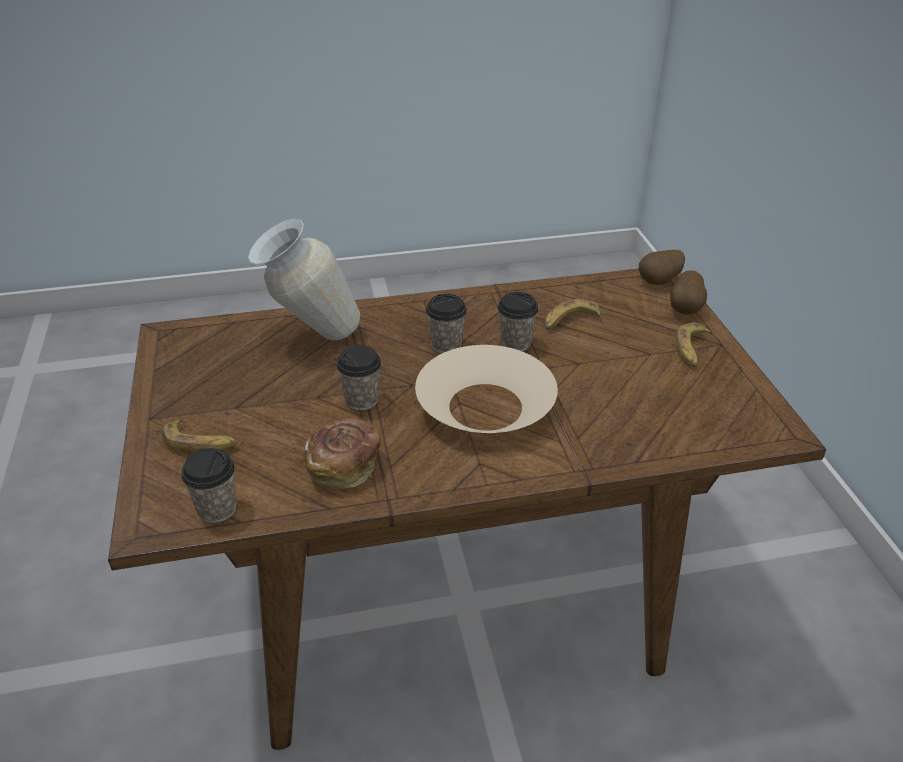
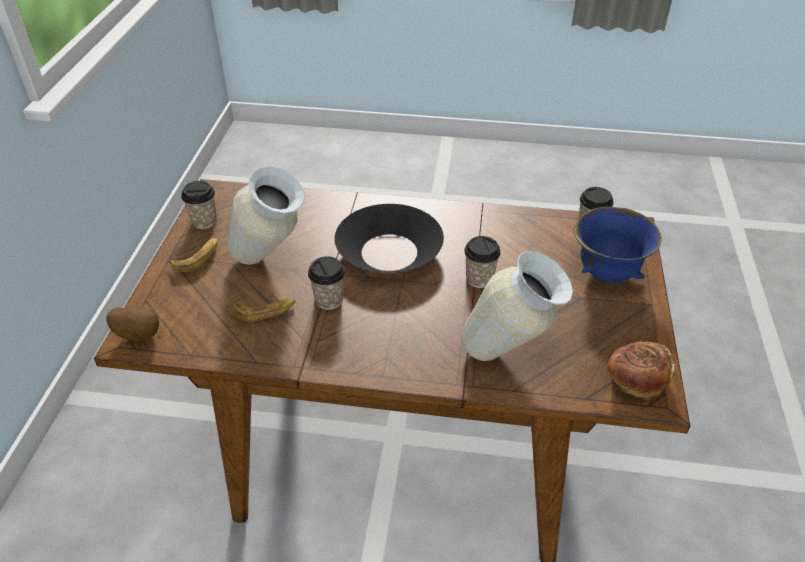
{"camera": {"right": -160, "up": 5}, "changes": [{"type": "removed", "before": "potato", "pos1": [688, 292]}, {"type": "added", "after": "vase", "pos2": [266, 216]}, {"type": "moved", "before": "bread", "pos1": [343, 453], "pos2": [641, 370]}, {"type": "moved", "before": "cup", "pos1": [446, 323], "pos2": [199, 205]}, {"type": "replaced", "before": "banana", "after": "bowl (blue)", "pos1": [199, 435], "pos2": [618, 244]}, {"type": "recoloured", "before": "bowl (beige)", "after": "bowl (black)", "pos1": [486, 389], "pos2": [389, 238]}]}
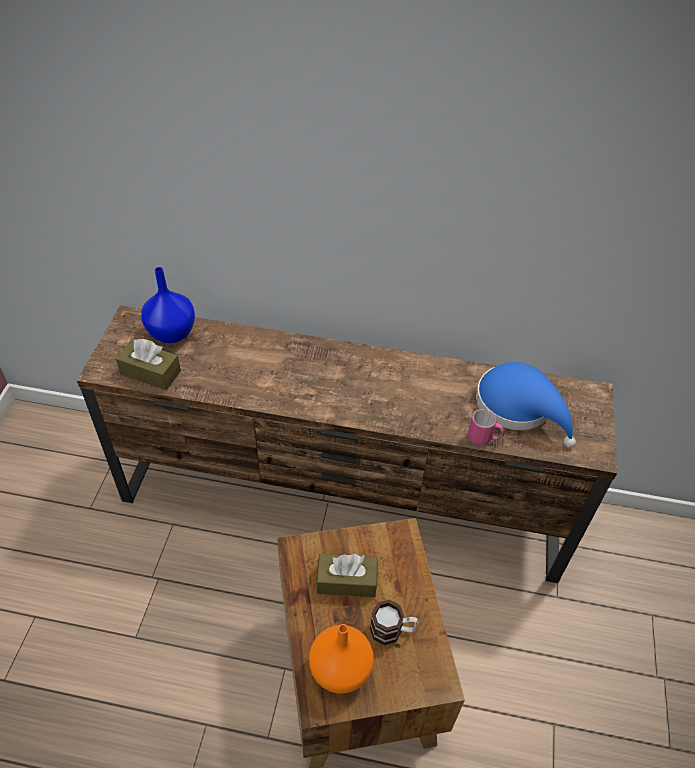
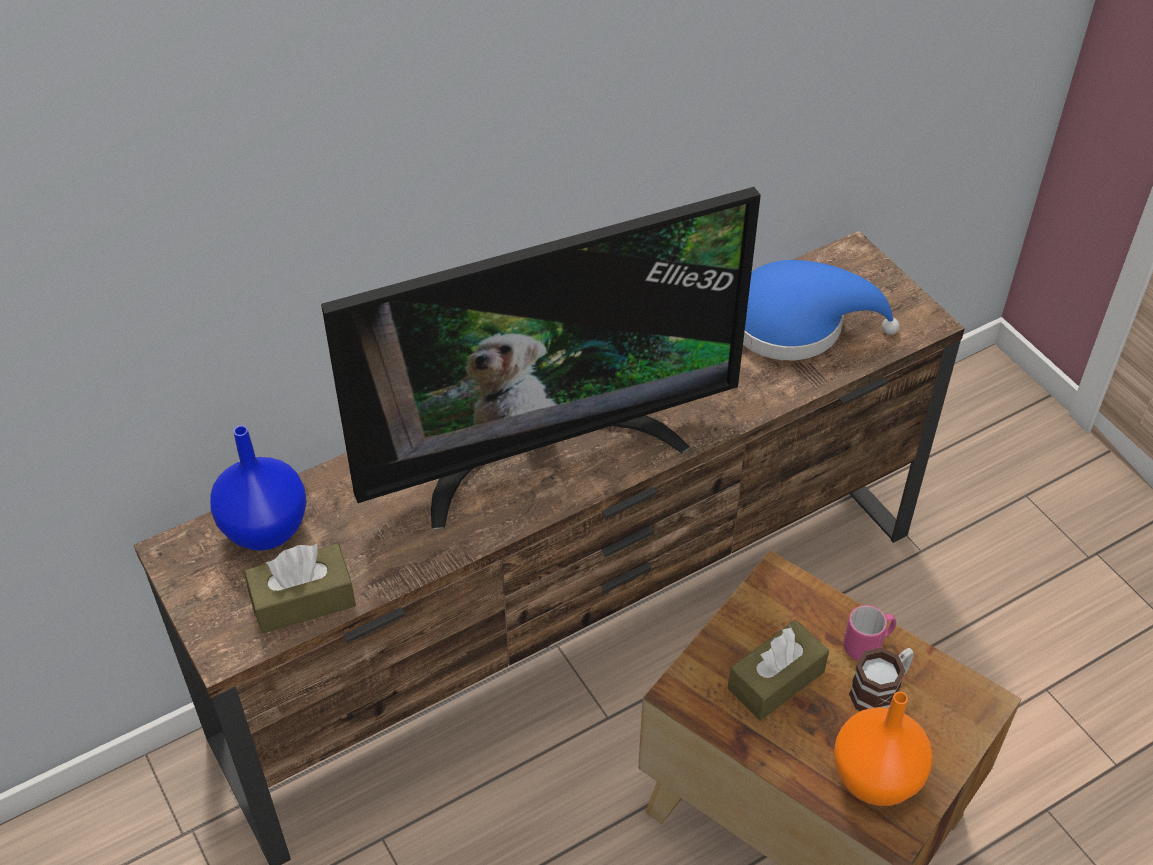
{"camera": {"right": -40, "up": 0}, "changes": [{"type": "added", "after": "television", "pos2": [541, 358]}, {"type": "moved", "before": "mug (pink)", "pos1": [486, 427], "pos2": [869, 633]}]}
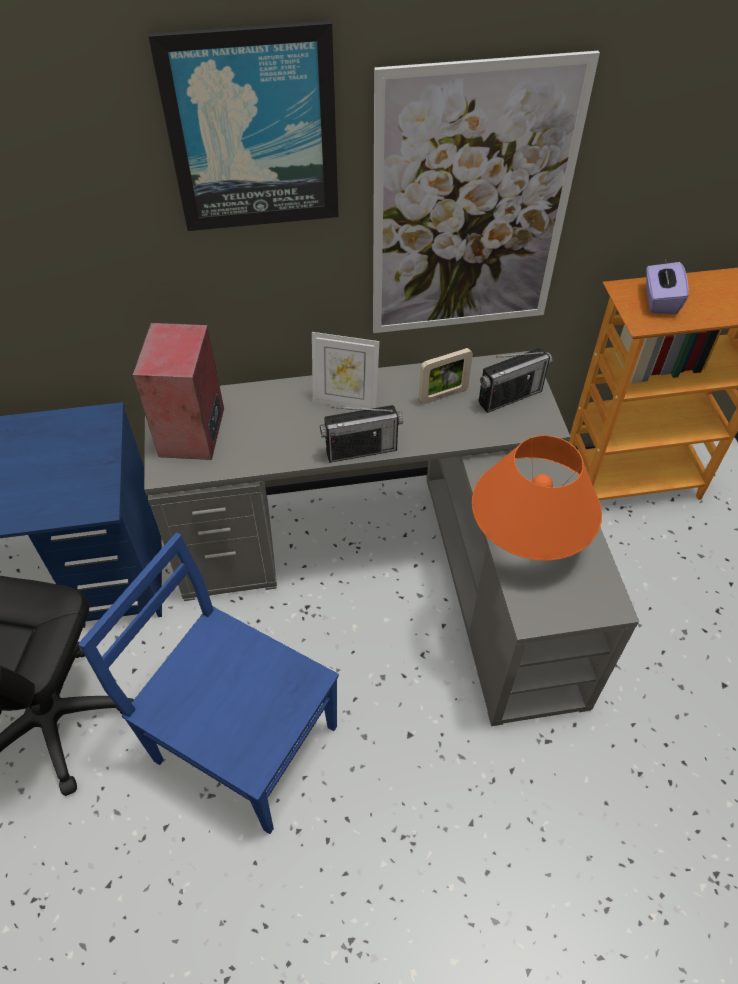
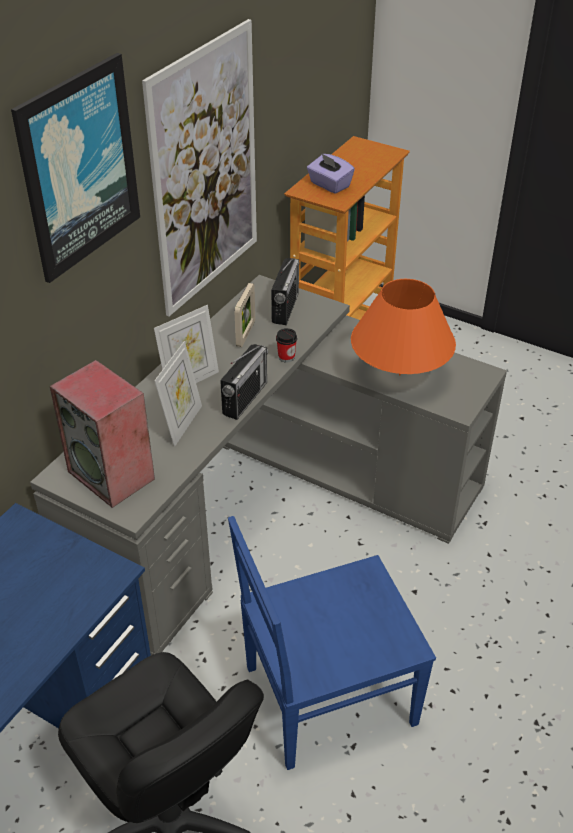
{"camera": {"right": -50, "up": -10}, "changes": [{"type": "added", "after": "picture frame", "pos2": [178, 394]}, {"type": "added", "after": "cup", "pos2": [286, 345]}]}
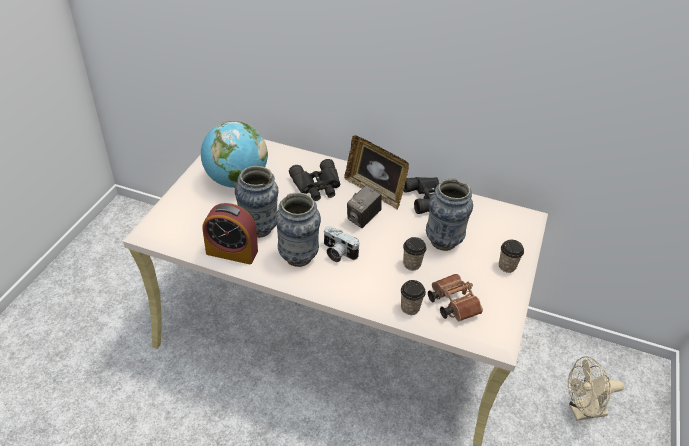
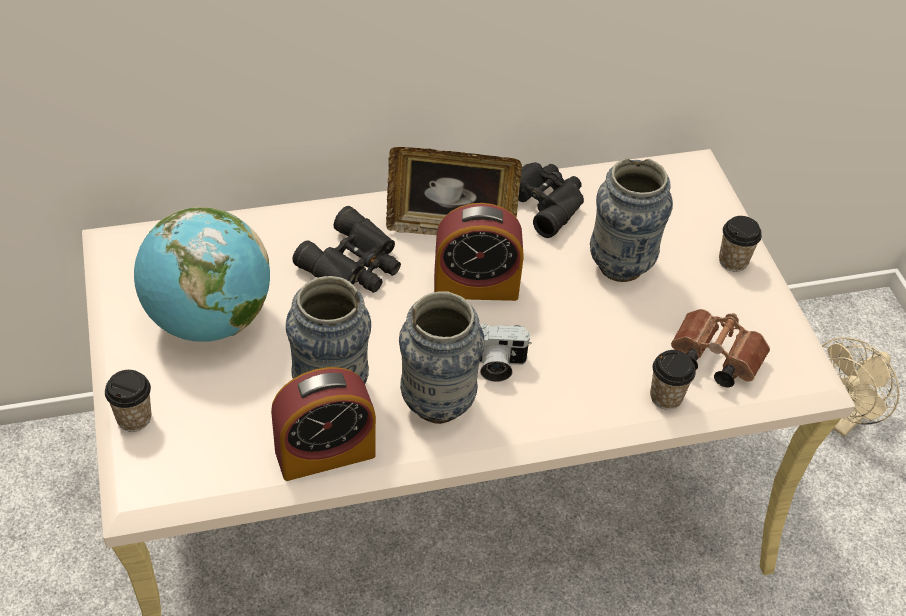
{"camera": {"right": -35, "up": 5}, "changes": [{"type": "moved", "before": "cup", "pos1": [415, 253], "pos2": [128, 401]}, {"type": "replaced", "before": "photo camera", "after": "alarm clock", "pos1": [364, 206], "pos2": [479, 252]}]}
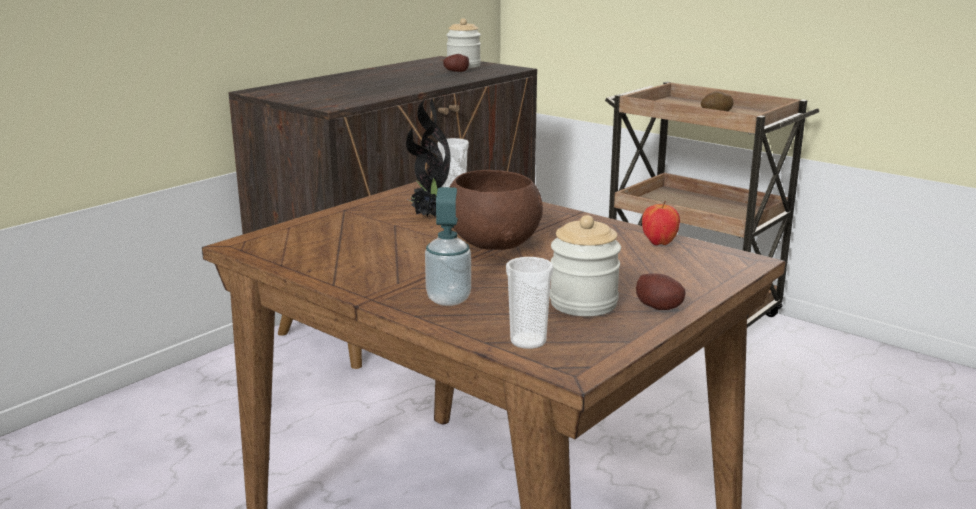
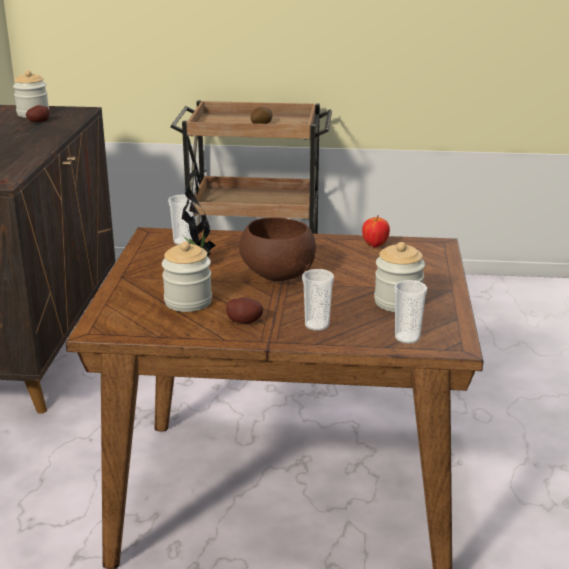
{"camera": {"right": -35, "up": 5}, "changes": [{"type": "added", "after": "jar", "pos2": [187, 276]}, {"type": "moved", "before": "potato", "pos1": [660, 291], "pos2": [244, 310]}, {"type": "replaced", "before": "soap dispenser", "after": "cup", "pos1": [448, 246], "pos2": [318, 300]}]}
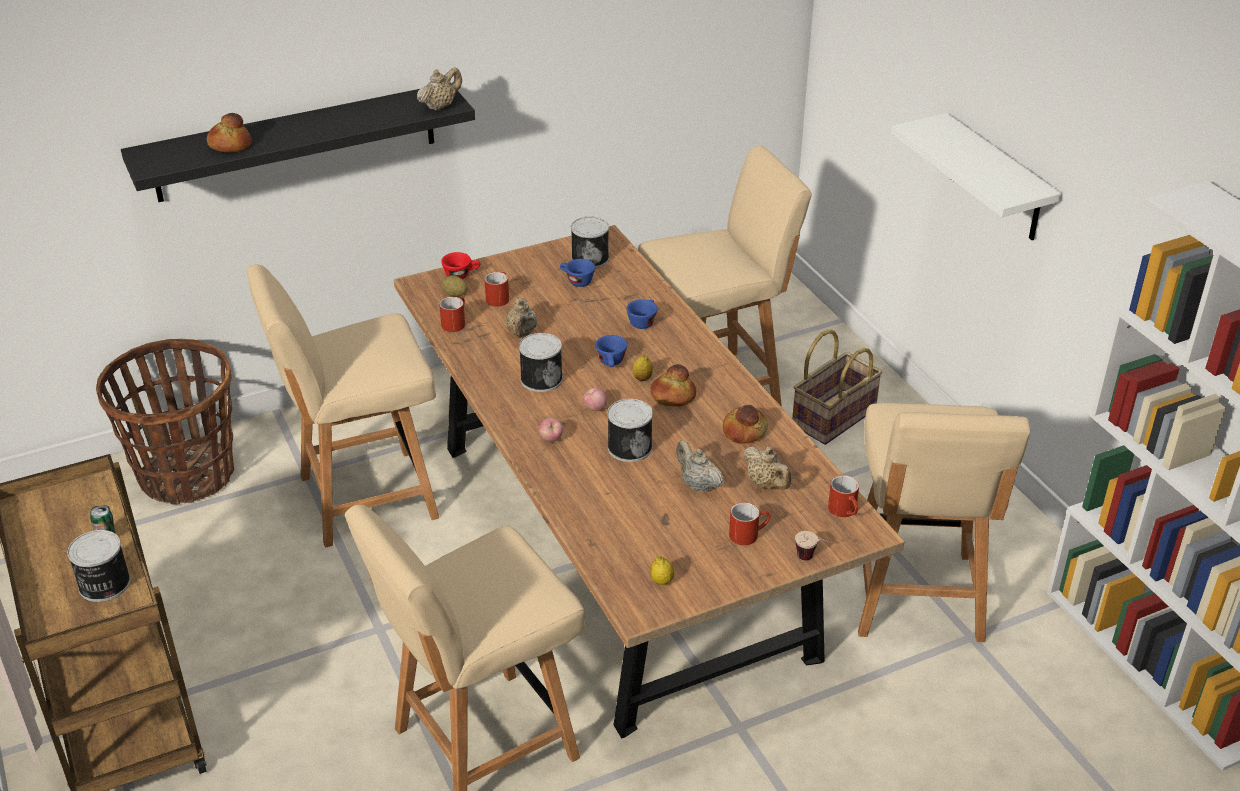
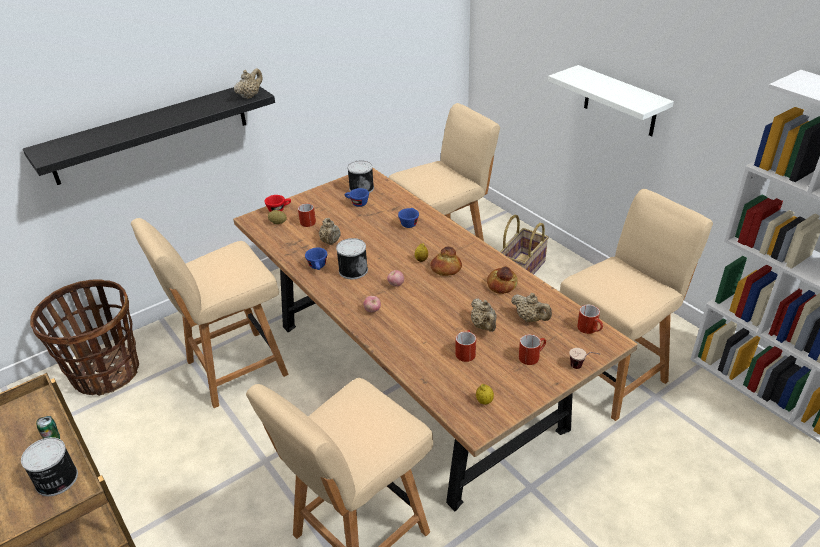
{"camera": {"right": -10, "up": 0}, "changes": [{"type": "removed", "before": "bread", "pos1": [229, 133]}, {"type": "removed", "before": "can", "pos1": [630, 430]}, {"type": "moved", "before": "mug (red)", "pos1": [452, 314], "pos2": [465, 346]}, {"type": "moved", "before": "cup (blue)", "pos1": [611, 351], "pos2": [316, 259]}, {"type": "turned", "before": "teapot (beige)", "pos1": [700, 465], "pos2": [483, 315], "turn": -150}, {"type": "turned", "before": "chair (beige)", "pos1": [944, 522], "pos2": [636, 305], "turn": -120}]}
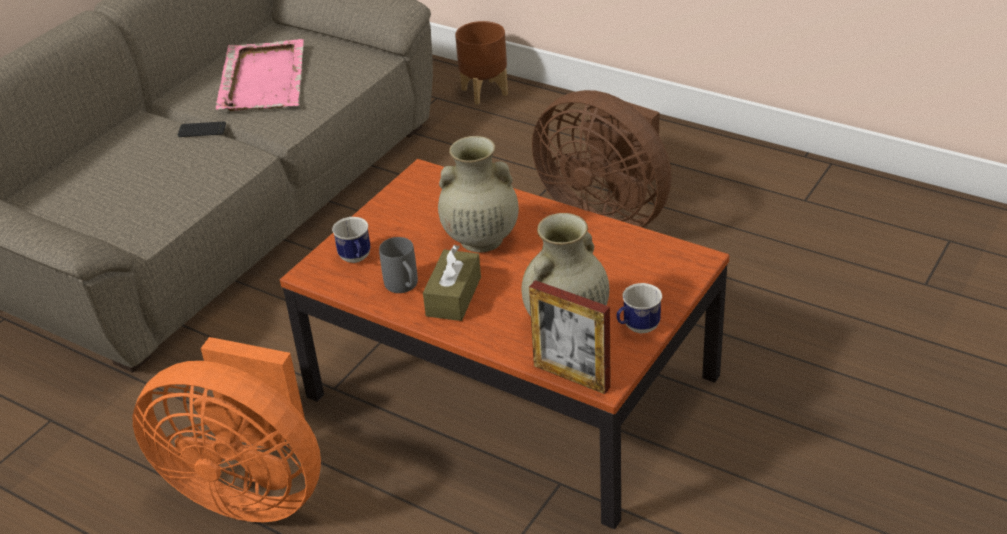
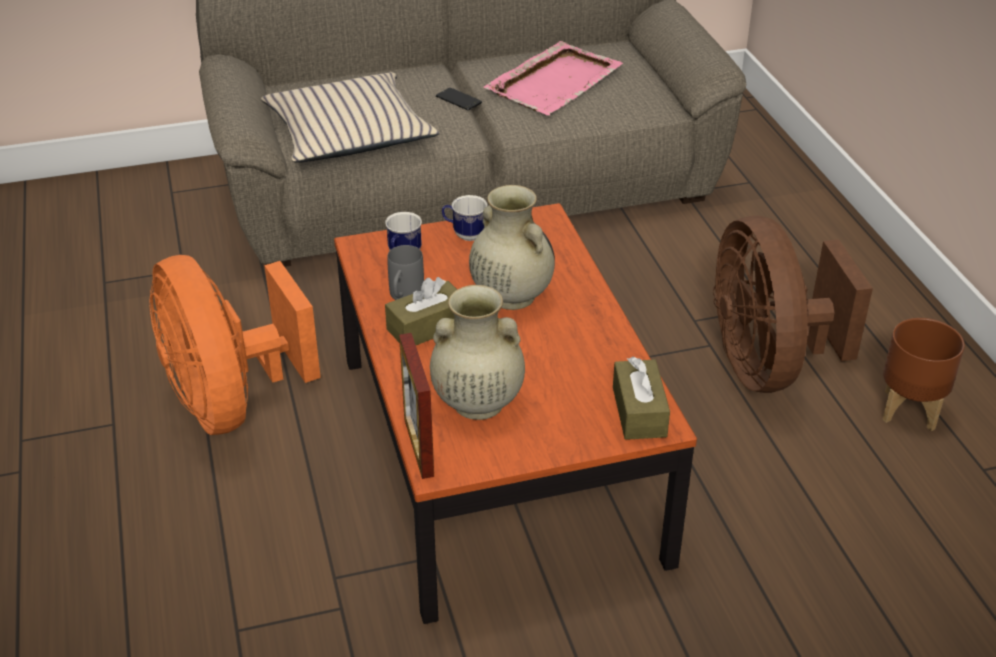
{"camera": {"right": 40, "up": 0}, "changes": [{"type": "added", "after": "pillow (beige)", "pos2": [350, 117]}, {"type": "added", "after": "tissue box (brown)", "pos2": [641, 398]}, {"type": "moved", "before": "planter (brown)", "pos1": [481, 63], "pos2": [923, 374]}, {"type": "moved", "before": "mug", "pos1": [639, 308], "pos2": [464, 218]}]}
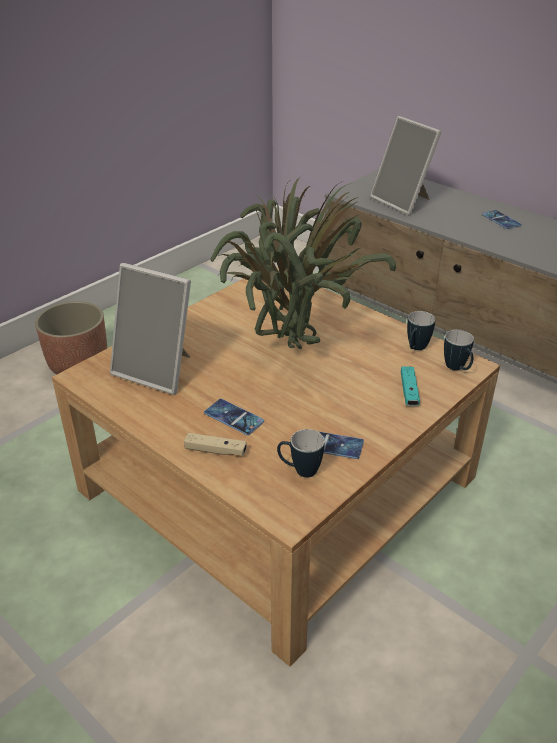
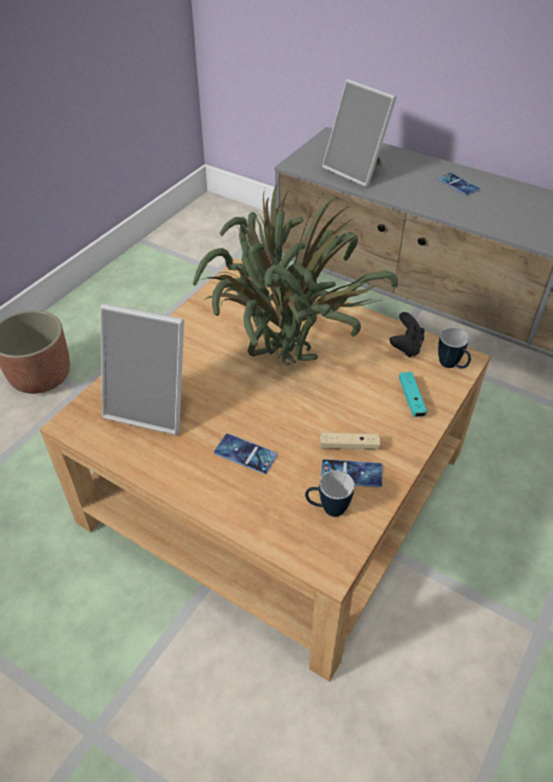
{"camera": {"right": -10, "up": 10}, "changes": [{"type": "moved", "before": "game controller (beige)", "pos1": [215, 444], "pos2": [350, 441]}, {"type": "replaced", "before": "mug", "after": "game controller (black)", "pos1": [421, 330], "pos2": [407, 335]}]}
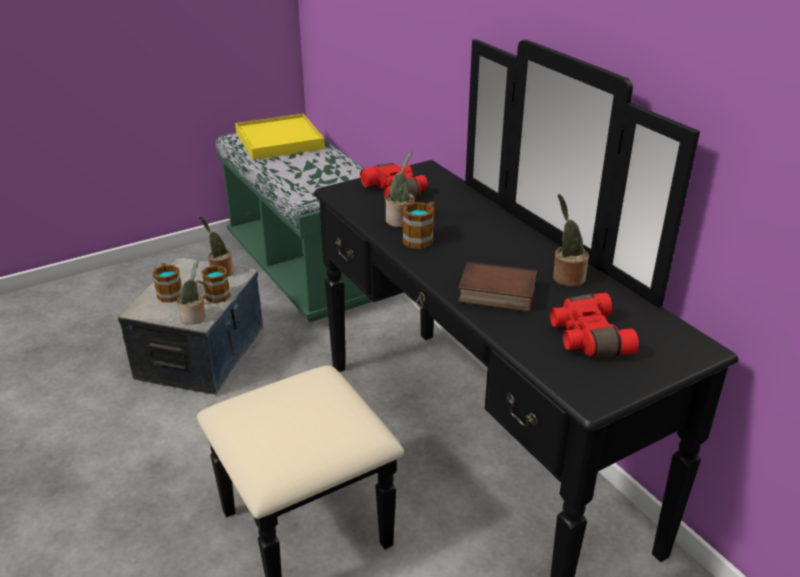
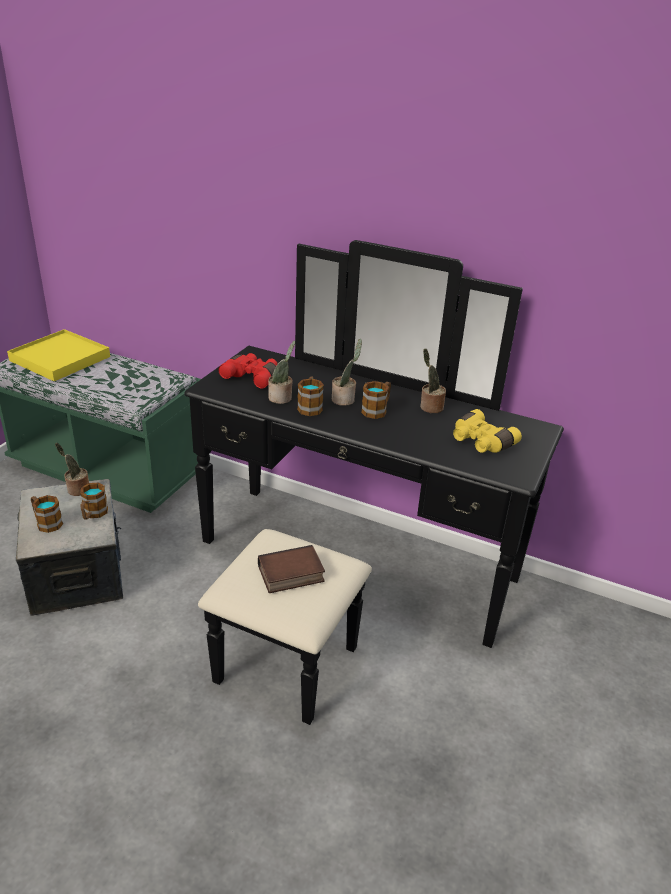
{"camera": {"right": -35, "up": 0}, "changes": [{"type": "added", "after": "mug", "pos2": [376, 400]}, {"type": "moved", "before": "potted plant", "pos1": [191, 292], "pos2": [347, 372]}, {"type": "moved", "before": "book", "pos1": [497, 287], "pos2": [291, 569]}, {"type": "recoloured", "before": "binoculars (red)", "after": "binoculars (yellow)", "pos1": [594, 325], "pos2": [487, 431]}]}
